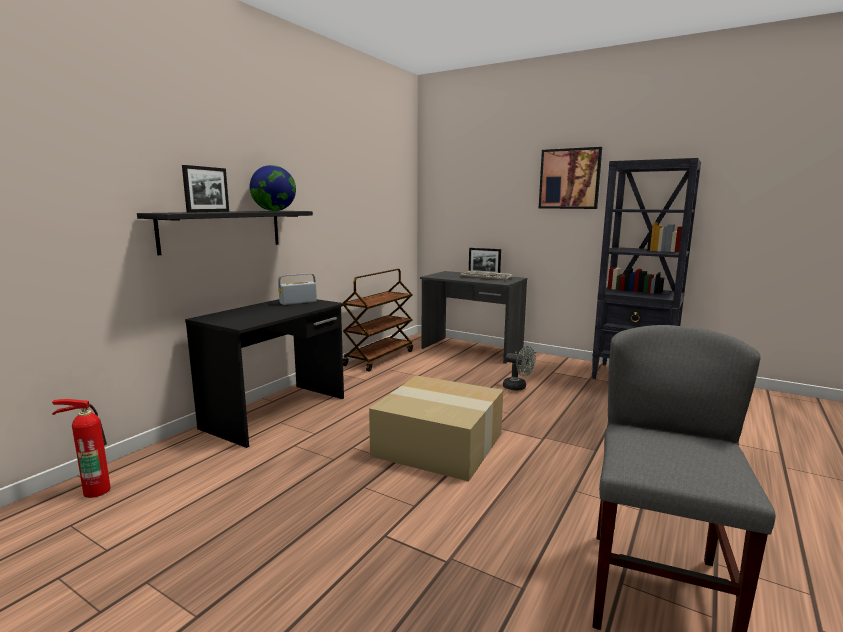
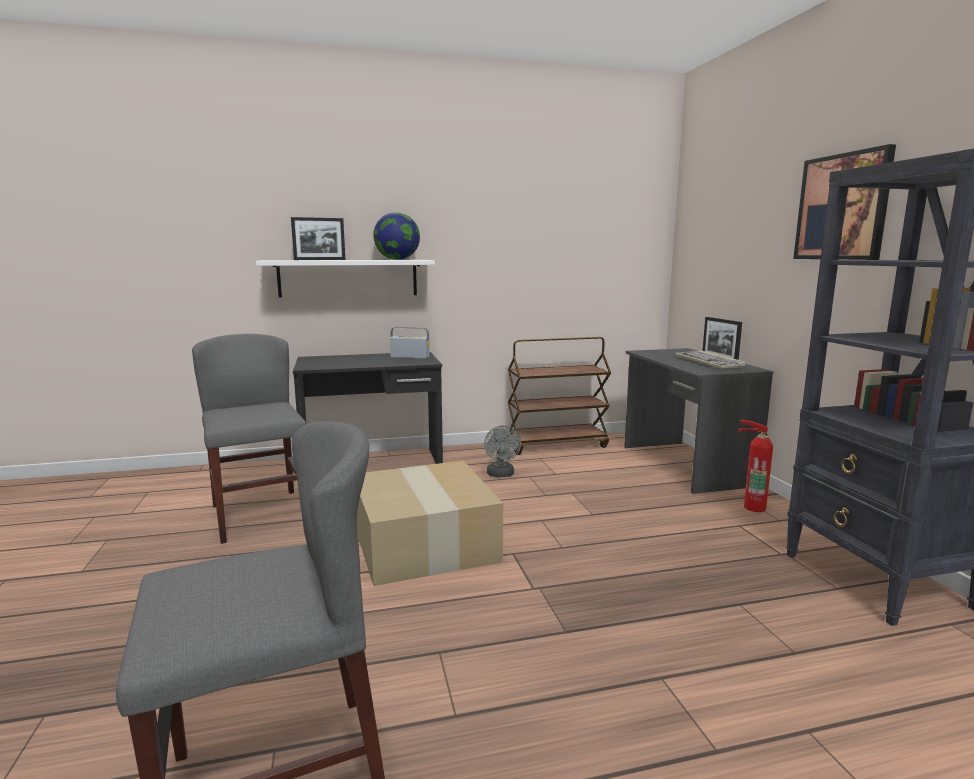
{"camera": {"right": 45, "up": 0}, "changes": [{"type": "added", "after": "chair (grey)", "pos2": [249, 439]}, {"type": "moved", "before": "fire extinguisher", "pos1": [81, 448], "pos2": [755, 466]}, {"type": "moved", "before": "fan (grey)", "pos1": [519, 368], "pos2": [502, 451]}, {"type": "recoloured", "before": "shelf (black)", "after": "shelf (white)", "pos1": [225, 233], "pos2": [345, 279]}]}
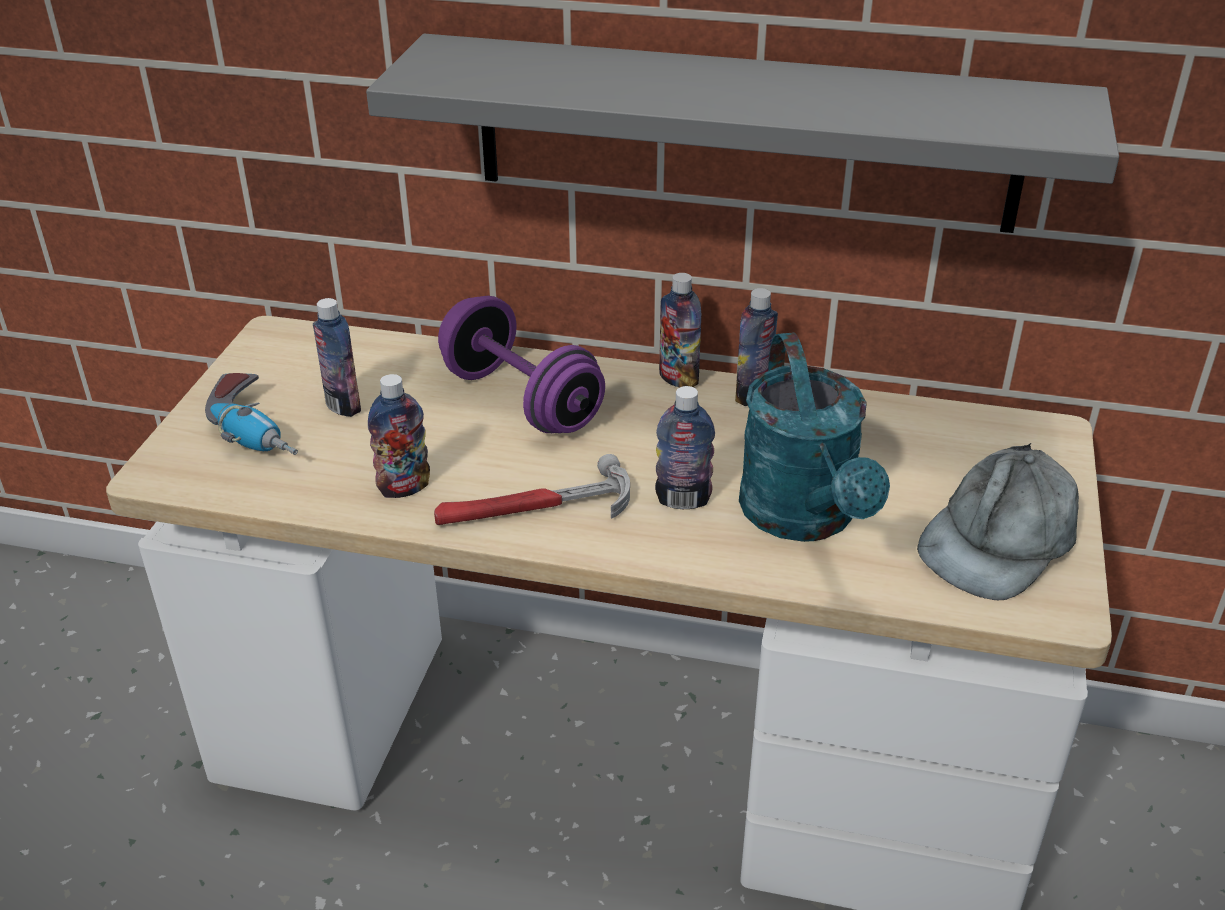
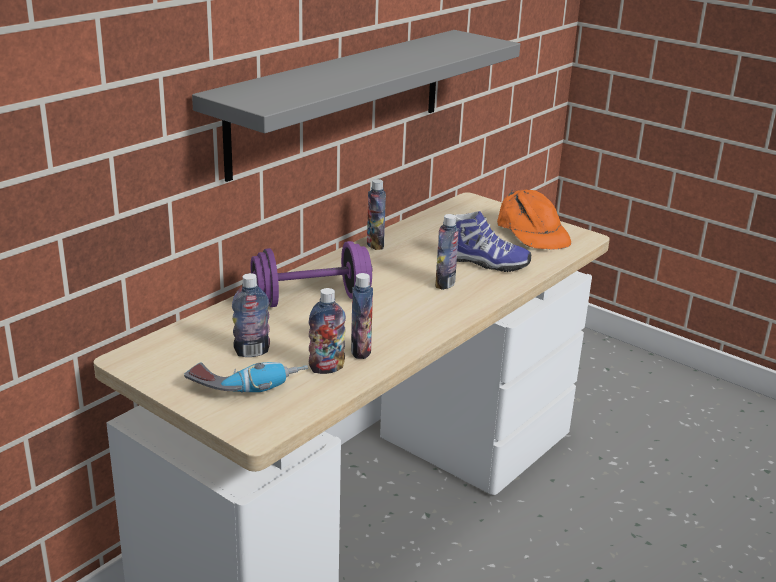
{"camera": {"right": -65, "up": -10}, "changes": [{"type": "removed", "before": "hammer", "pos1": [532, 489]}, {"type": "moved", "before": "bottle", "pos1": [680, 330], "pos2": [327, 331]}, {"type": "replaced", "before": "watering can (turquoise)", "after": "shoe", "pos1": [814, 437], "pos2": [493, 241]}, {"type": "recoloured", "before": "cap (grey)", "after": "cap (orange)", "pos1": [998, 521], "pos2": [534, 219]}]}
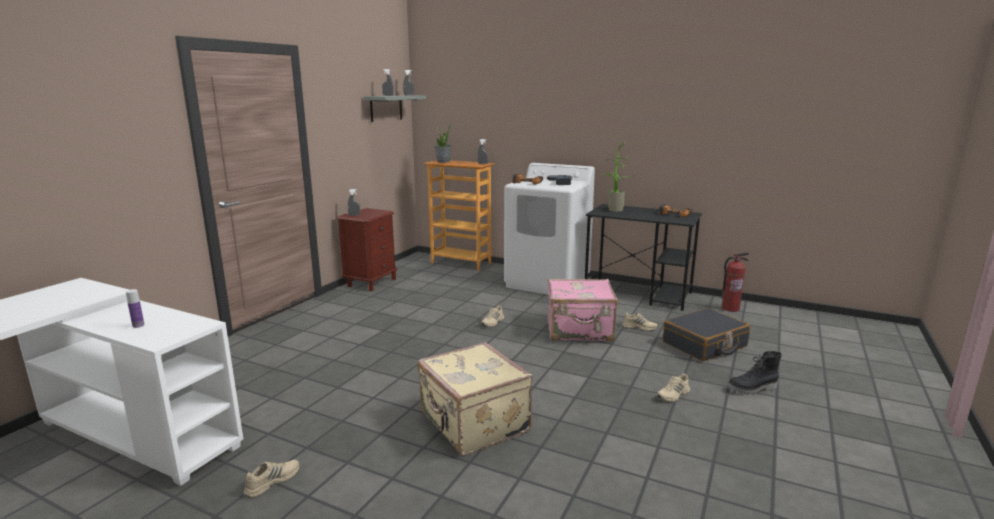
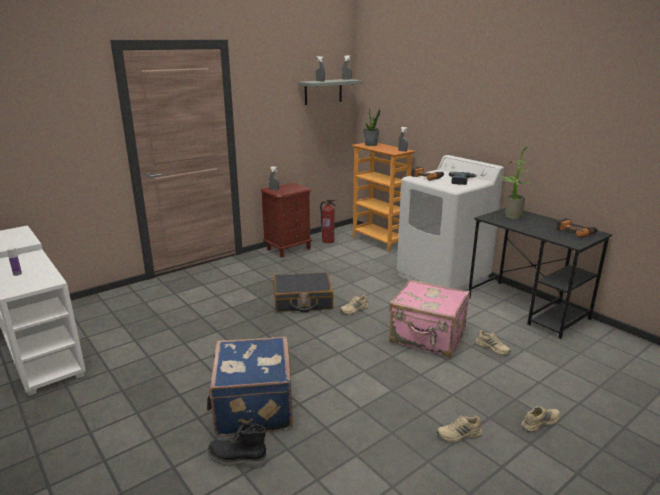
{"camera": {"right": 25, "up": 5}, "changes": [{"type": "moved", "before": "shoe (beige)", "pos1": [271, 479], "pos2": [540, 419]}, {"type": "moved", "before": "suitcase (black)", "pos1": [706, 334], "pos2": [303, 292]}, {"type": "moved", "before": "fire extinguisher", "pos1": [735, 282], "pos2": [328, 221]}, {"type": "moved", "before": "boot (black)", "pos1": [754, 373], "pos2": [237, 445]}, {"type": "recoloured", "before": "suitcase (beige)", "after": "suitcase (blue)", "pos1": [474, 399], "pos2": [250, 386]}]}
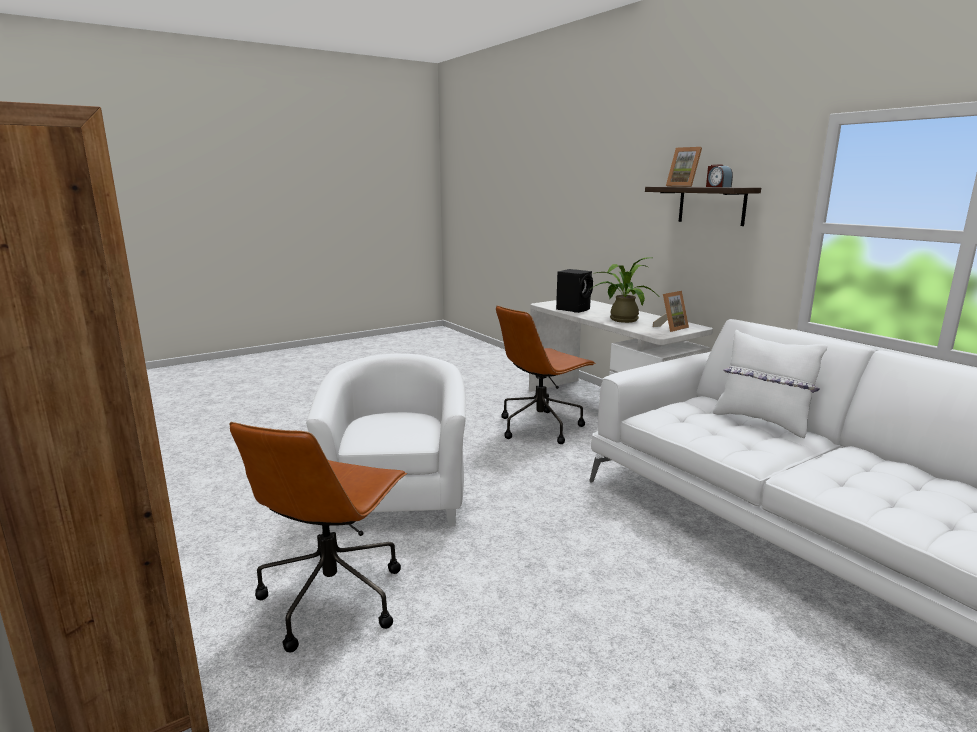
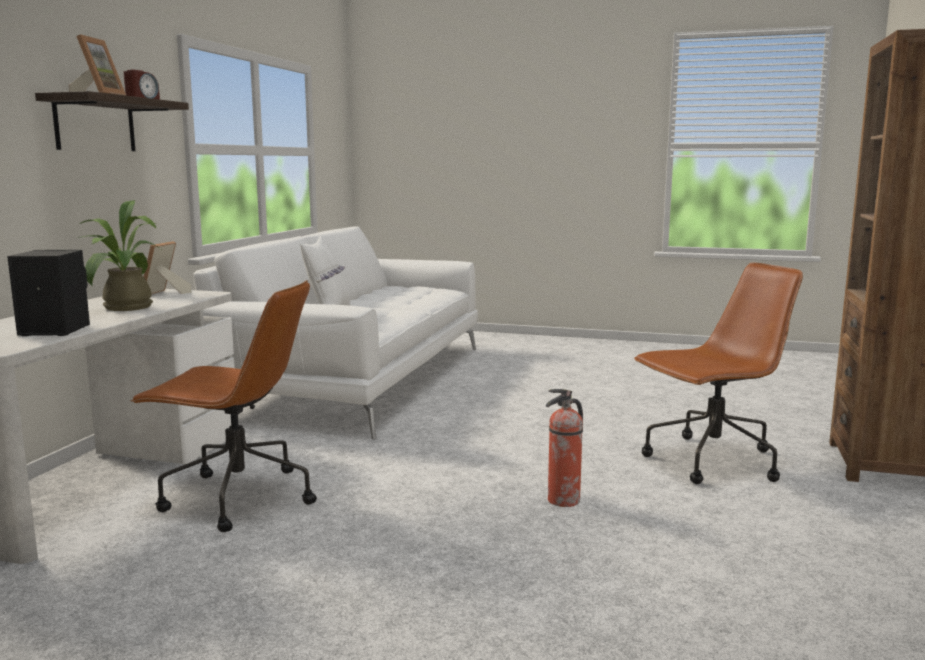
{"camera": {"right": -130, "up": -5}, "changes": [{"type": "replaced", "before": "armchair (white)", "after": "fire extinguisher", "pos1": [386, 441], "pos2": [564, 448]}, {"type": "turned", "before": "picture frame", "pos1": [671, 311], "pos2": [168, 267], "turn": -90}]}
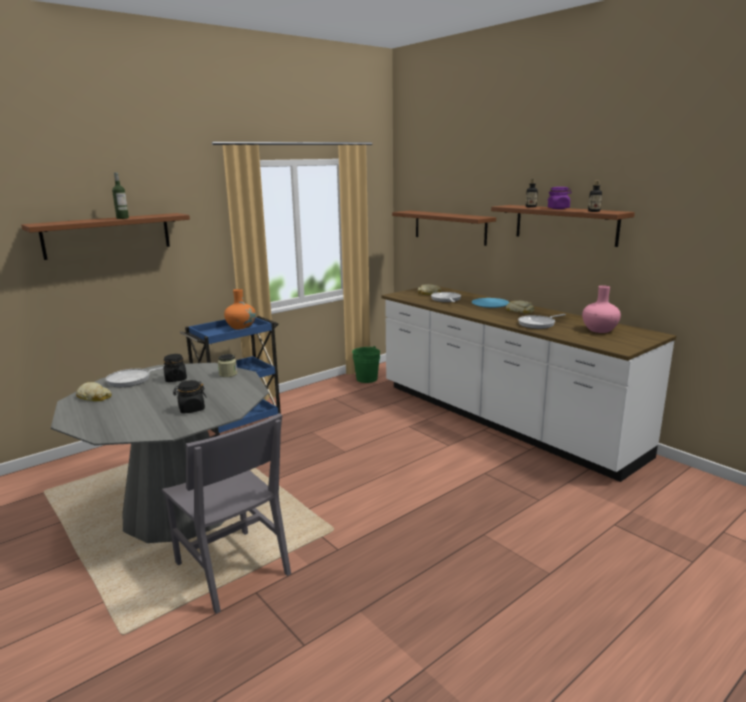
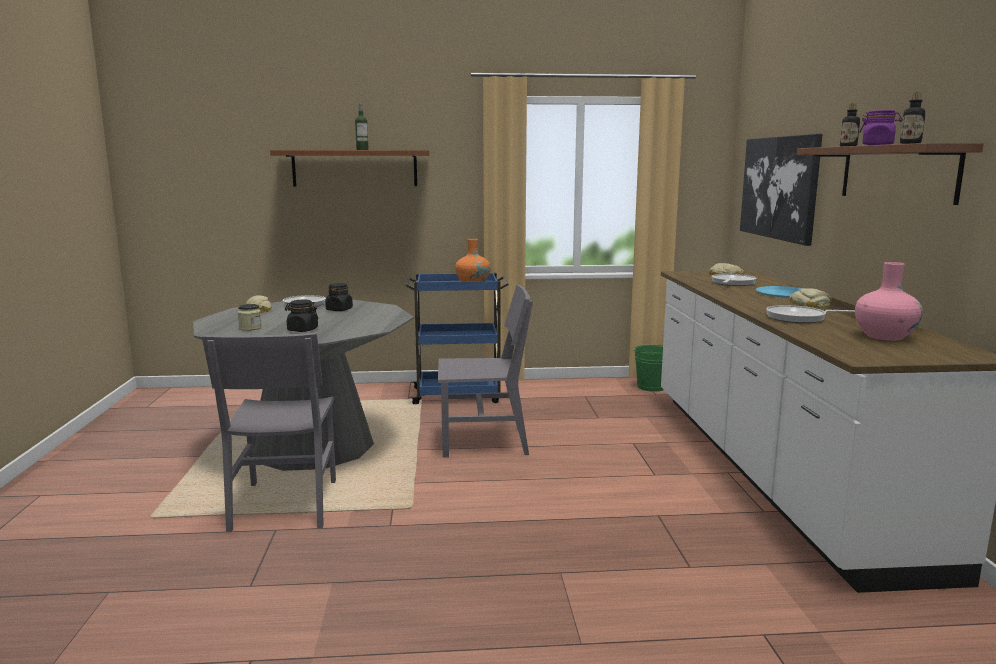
{"camera": {"right": 35, "up": -5}, "changes": [{"type": "added", "after": "chair (grey)", "pos2": [485, 371]}, {"type": "moved", "before": "jar", "pos1": [227, 365], "pos2": [250, 317]}, {"type": "replaced", "before": "shelf (brown)", "after": "picture", "pos1": [444, 228], "pos2": [781, 190]}]}
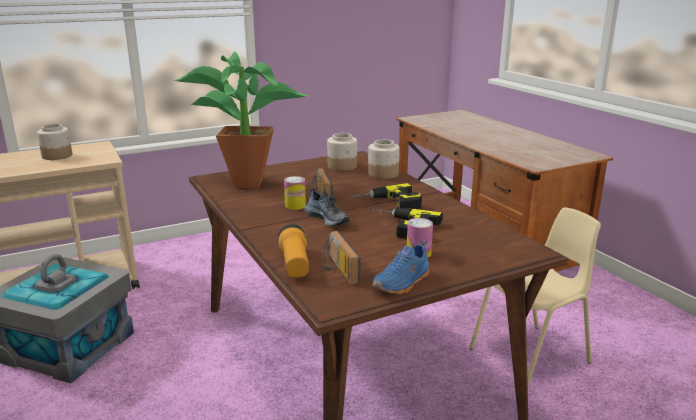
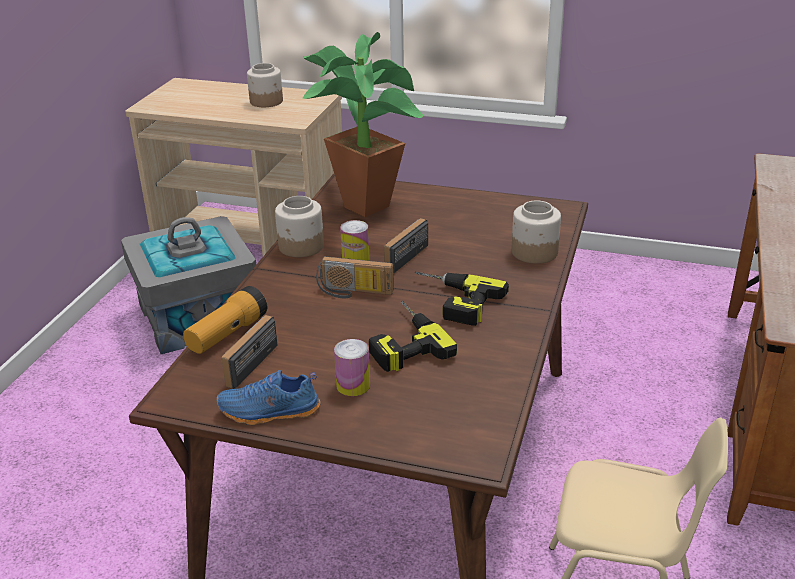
{"camera": {"right": 45, "up": 10}, "changes": [{"type": "moved", "before": "jar", "pos1": [342, 152], "pos2": [299, 226]}, {"type": "replaced", "before": "shoe", "after": "radio", "pos1": [327, 207], "pos2": [355, 277]}]}
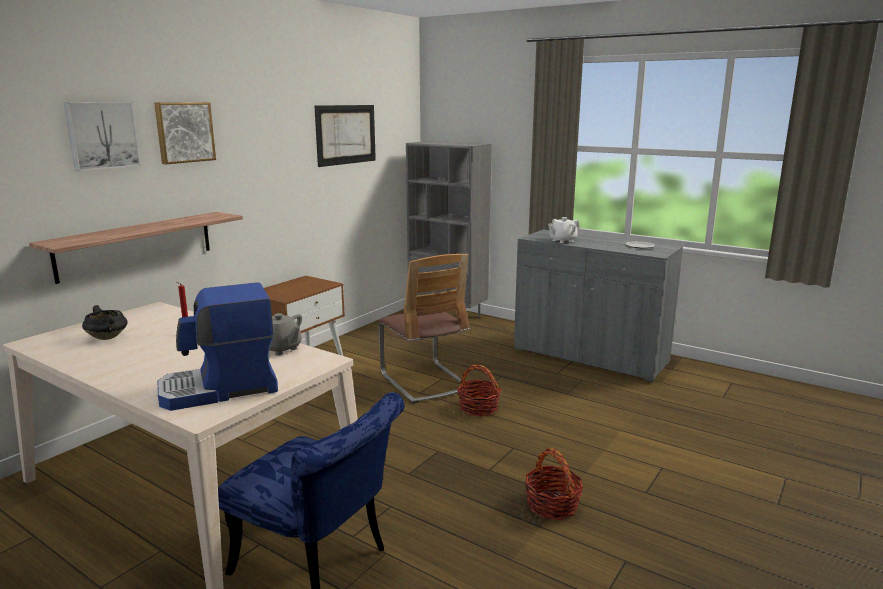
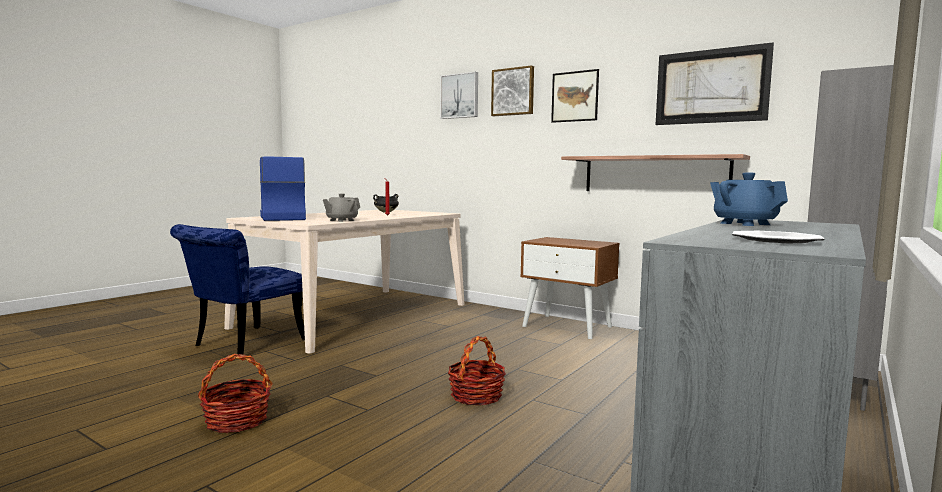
{"camera": {"right": 90, "up": -10}, "changes": [{"type": "removed", "before": "chair", "pos1": [424, 328]}, {"type": "added", "after": "picture", "pos2": [575, 96]}, {"type": "moved", "before": "shelf", "pos1": [136, 248], "pos2": [655, 172]}, {"type": "recoloured", "before": "teapot (white)", "after": "teapot (blue)", "pos1": [564, 230], "pos2": [749, 199]}]}
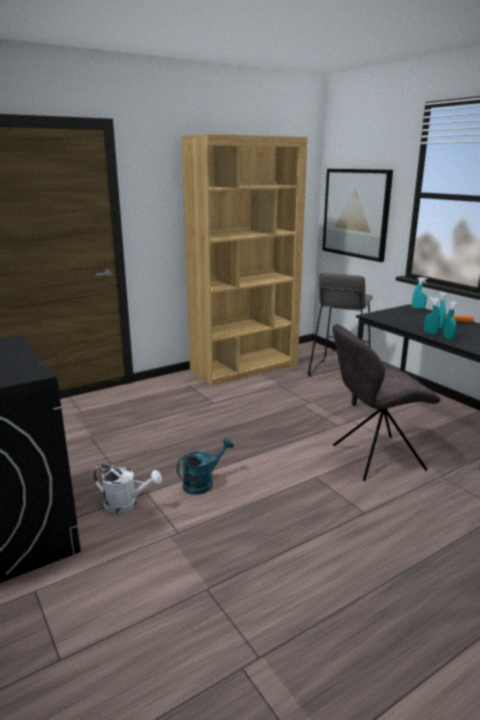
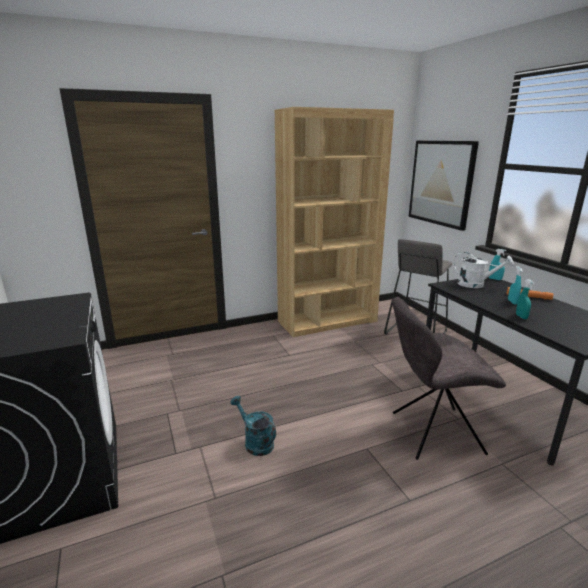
{"camera": {"right": 10, "up": 0}, "changes": [{"type": "removed", "before": "spray bottle (turquoise)", "pos1": [432, 316]}, {"type": "moved", "before": "watering can (white)", "pos1": [127, 489], "pos2": [484, 270]}, {"type": "turned", "before": "watering can (turquoise)", "pos1": [205, 466], "pos2": [253, 426], "turn": -105}]}
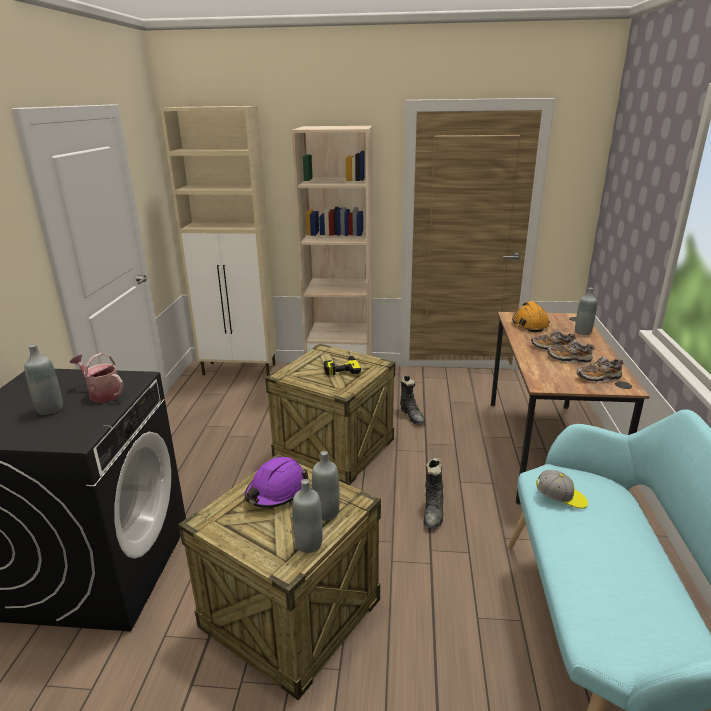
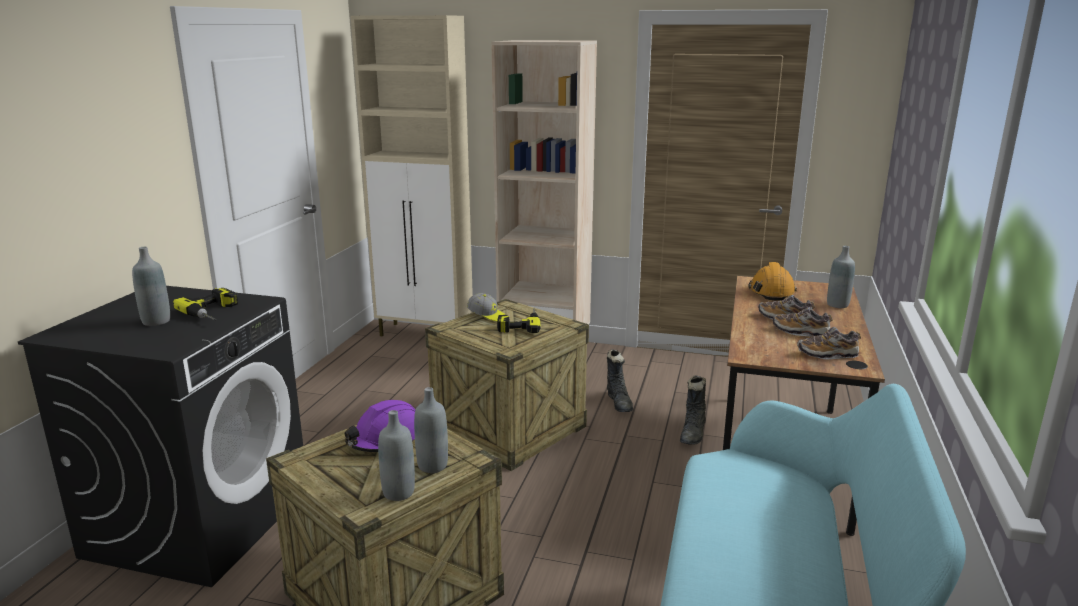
{"camera": {"right": 10, "up": -5}, "changes": [{"type": "moved", "before": "boot (black)", "pos1": [434, 493], "pos2": [693, 410]}, {"type": "moved", "before": "cap", "pos1": [562, 489], "pos2": [486, 307]}, {"type": "replaced", "before": "watering can", "after": "power drill", "pos1": [97, 378], "pos2": [205, 304]}]}
